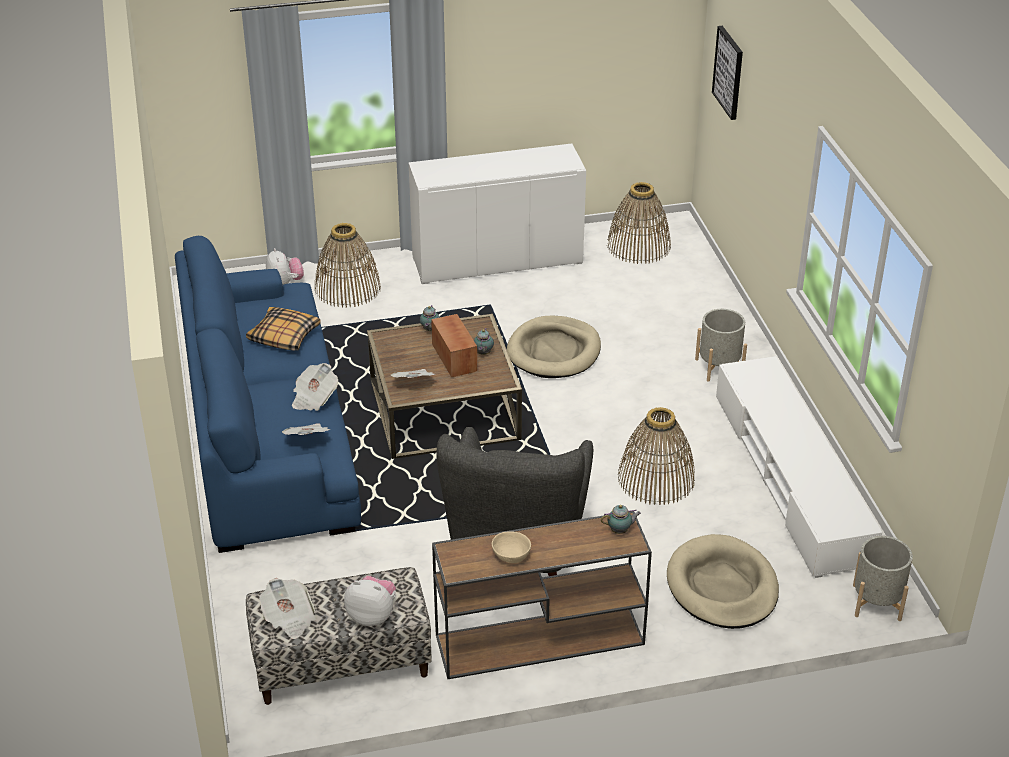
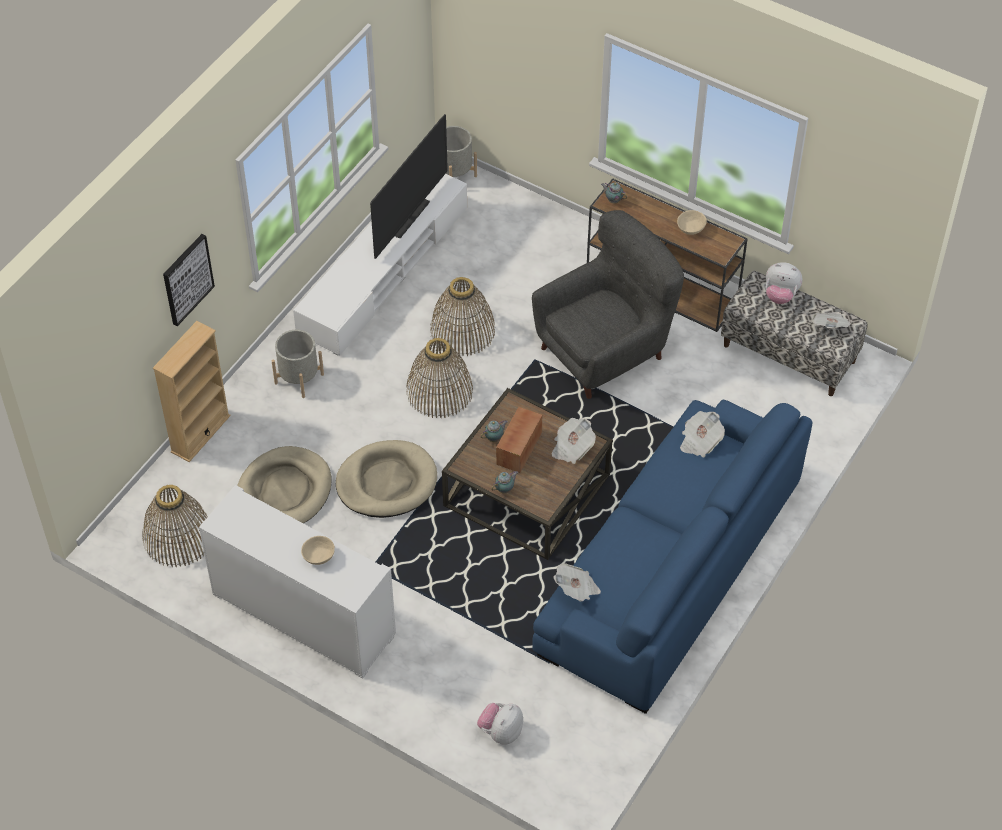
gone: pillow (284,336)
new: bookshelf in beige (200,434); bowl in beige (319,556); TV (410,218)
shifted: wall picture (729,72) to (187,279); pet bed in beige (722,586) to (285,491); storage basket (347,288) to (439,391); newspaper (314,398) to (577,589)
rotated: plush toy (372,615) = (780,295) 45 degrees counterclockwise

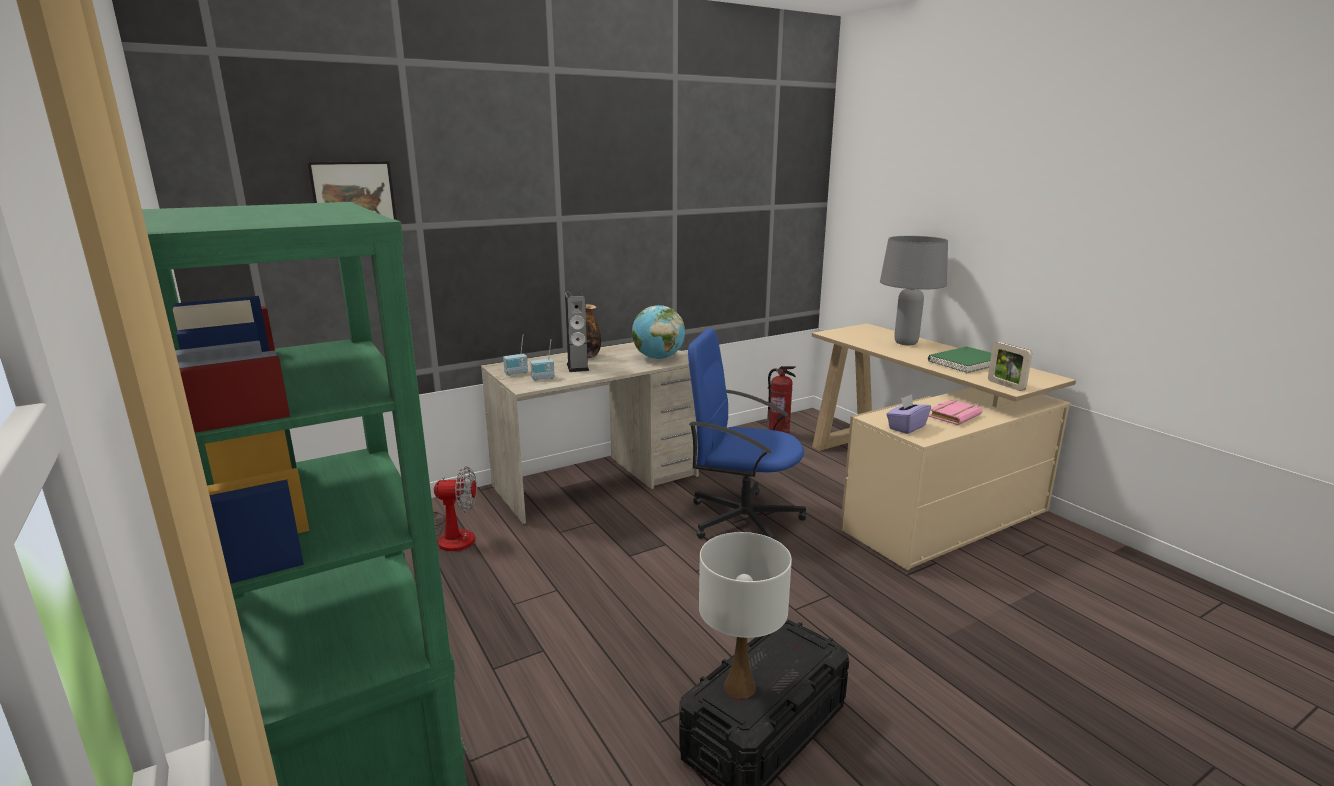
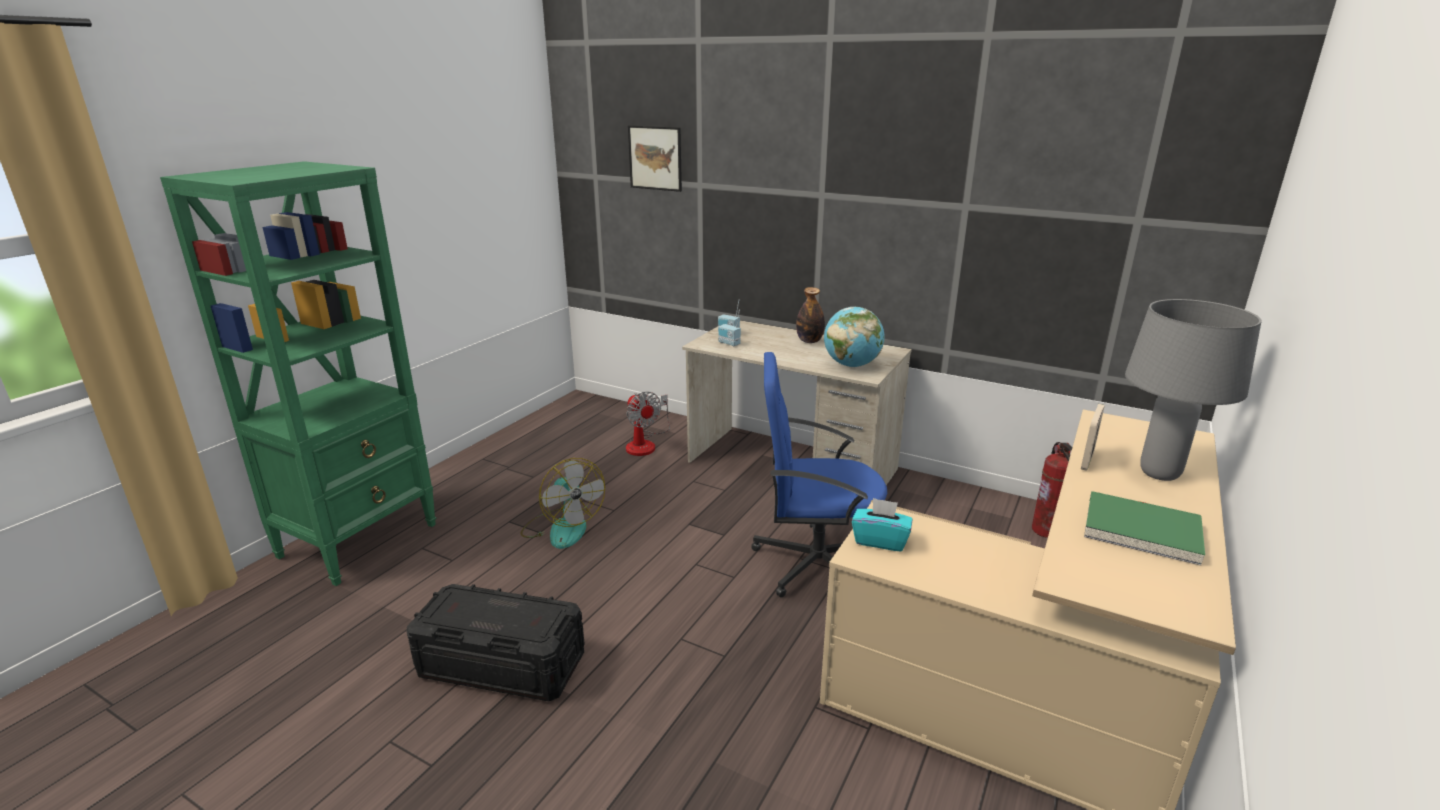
gone: speaker (577,367); table lamp in whitish (739,687); volume in pink (953,415)
new: fan (562,528)
shifted: picture frame (1006,385) to (1087,460)
repainted: tissue box in purple-coloured (906,427) to tissue box in turquoise-coloured (880,540)
rotated: computer chair in blue (742,519) = (814,562) 75 degrees counterclockwise

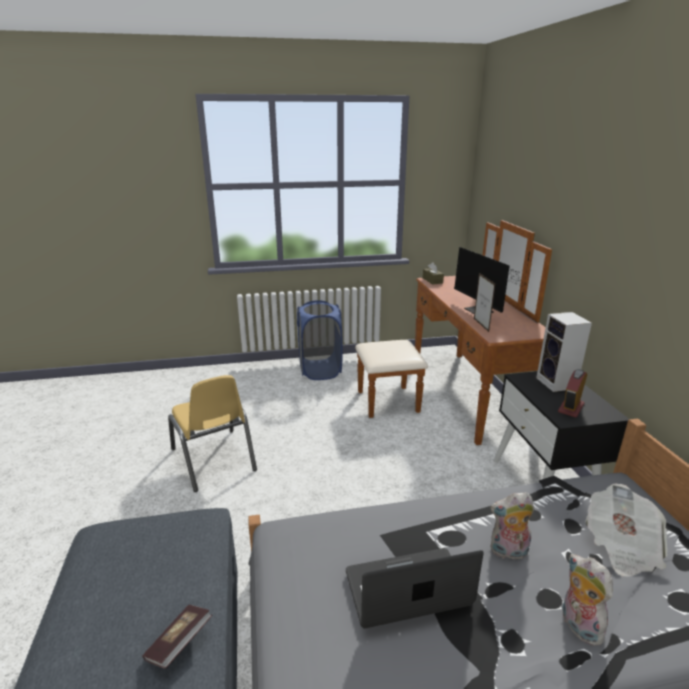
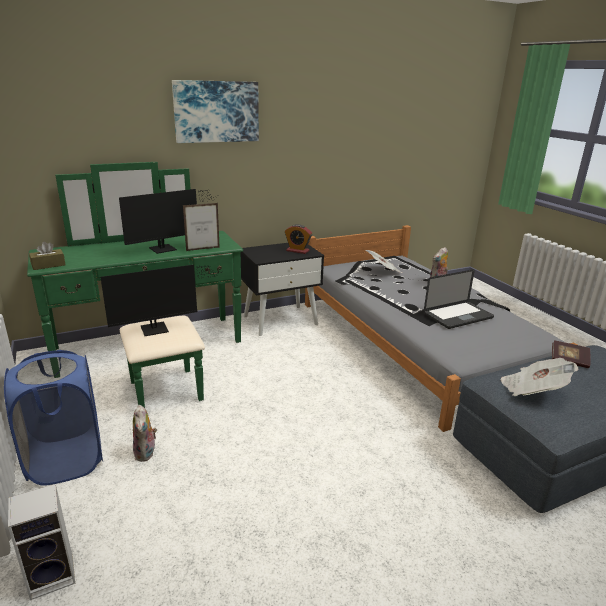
gone: upright chair in yellow (213,460)
new: computer display (159,328); wall picture (216,111); newspaper (533,390)
shifted: speaker (557,384) to (54,574); plush toy (508,552) to (146,453)
repainted: drawer chest in brownish (449,395) to drawer chest in green-coloured (153,354)
rotated: portable computer (407,589) = (458,316) 90 degrees counterclockwise

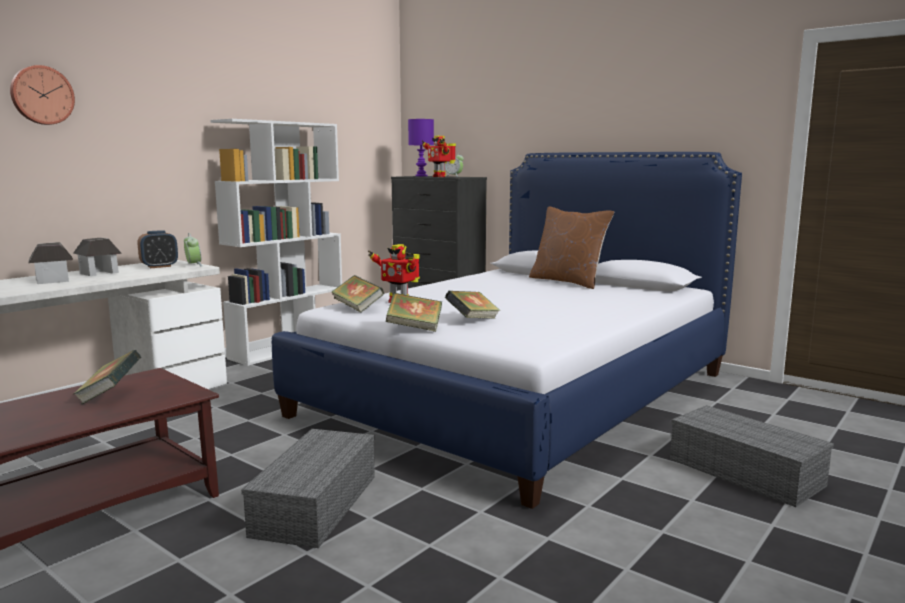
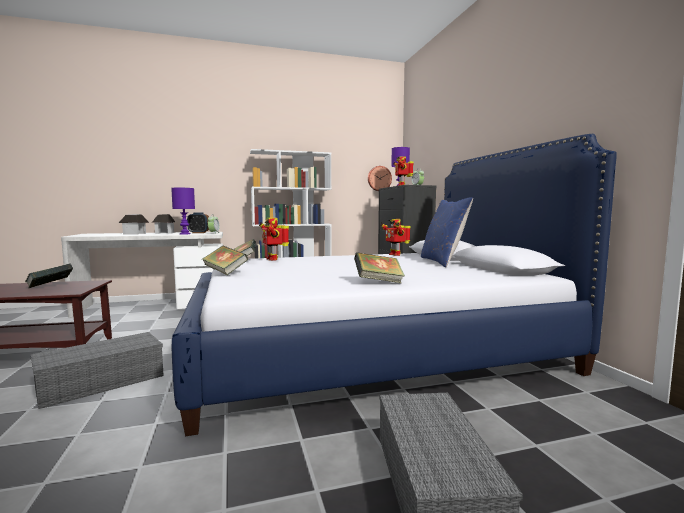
new: table lamp in purple-coloured (184,234); robot figure (395,254)
shifted: volume (472,320) to (378,282); wall clock (41,95) to (379,178)
repainted: pillow in brownish (568,281) to pillow in blue (443,262)

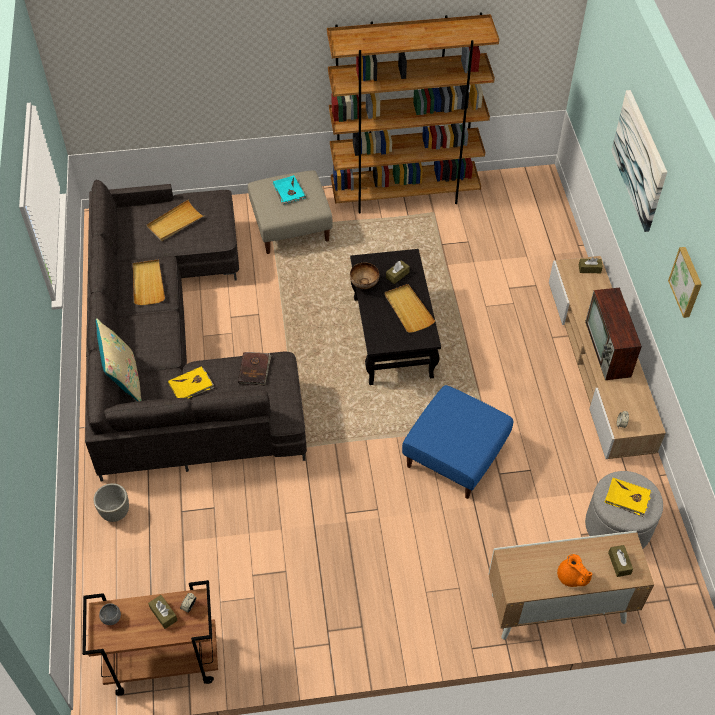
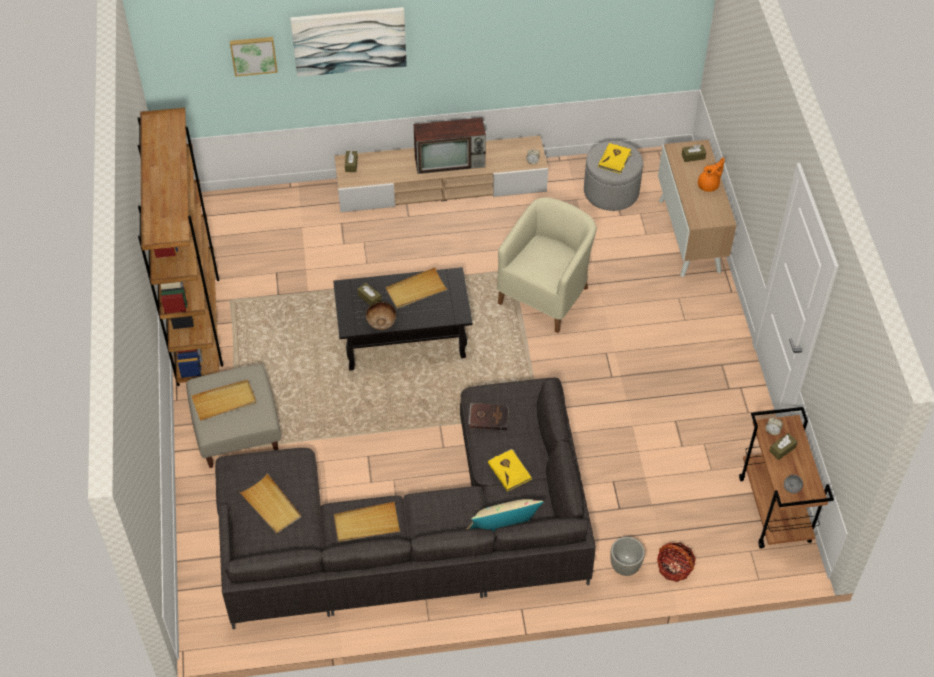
new: storage basket (674,567)
shifted: wall picture (687,282) to (253,55)
swapped: volume in turquoise-coloured (288,191) to carrying tray in beige (224,401); ottoman in blue (455,456) to lounge chair in beige (546,294)

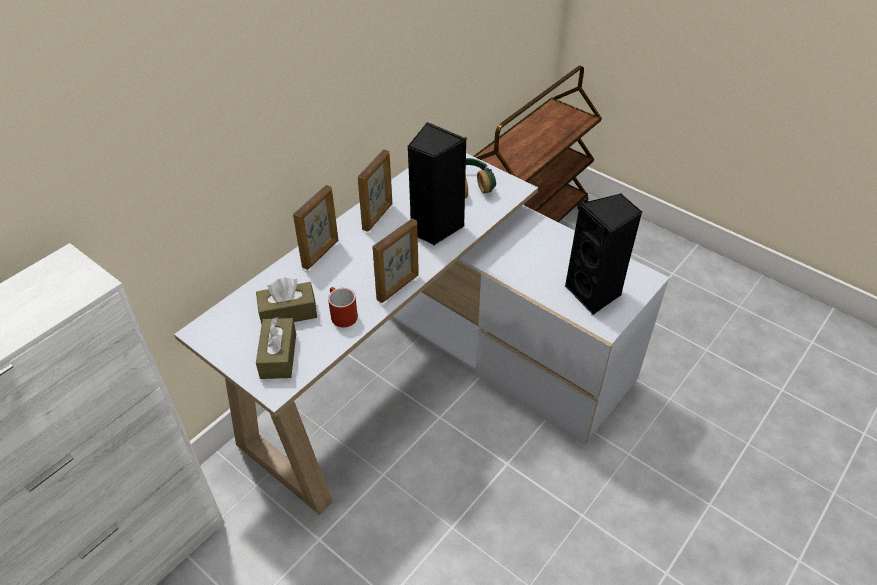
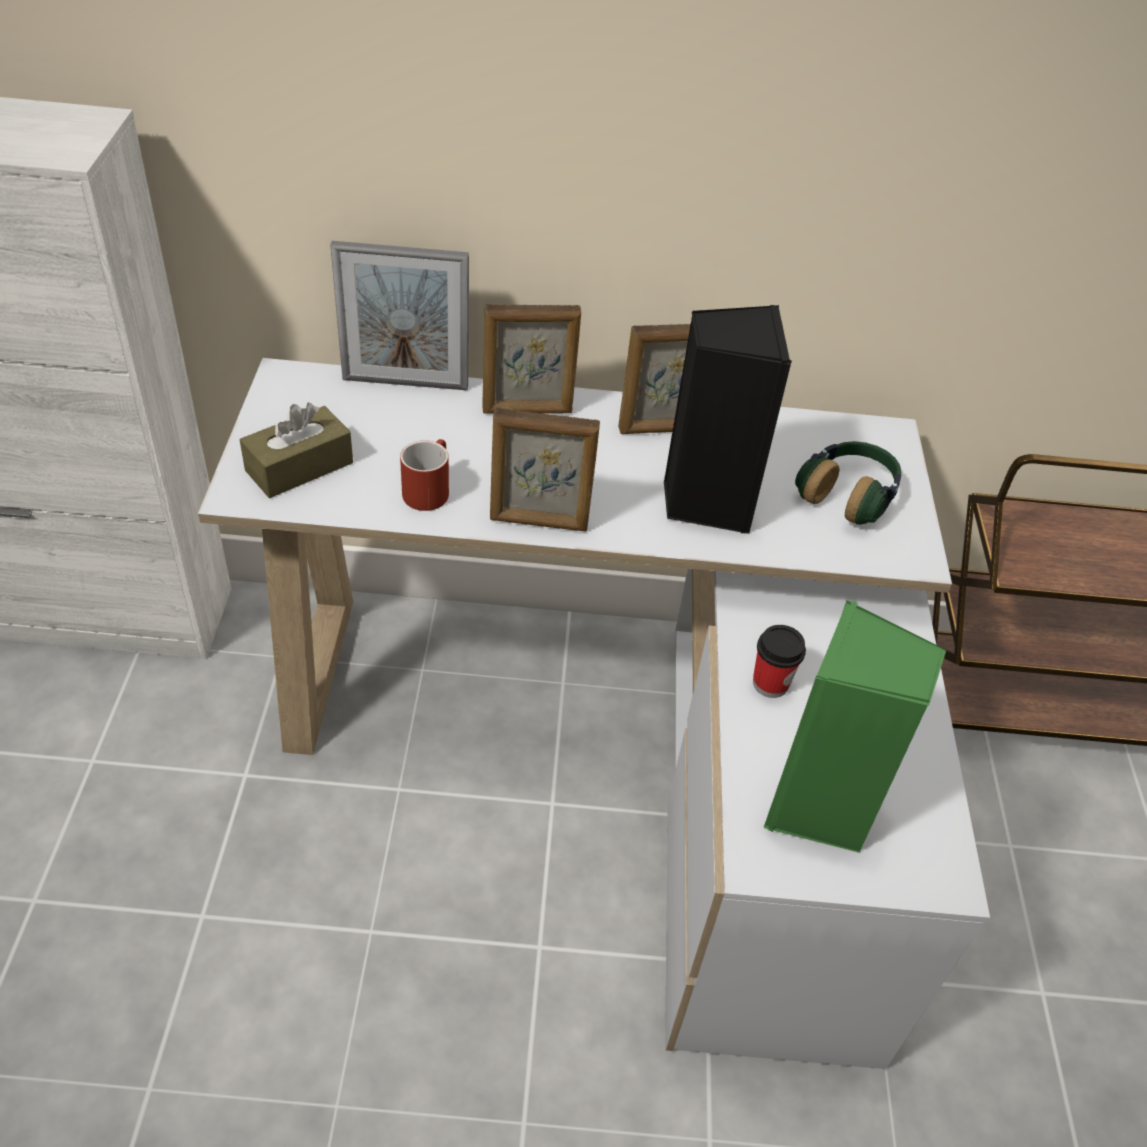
gone: tissue box in brownish (288,312)
new: picture frame (405,383); small cup (770,683)
repainted: speaker in black-coloured (595,294) to speaker in green-coloured (821,809)

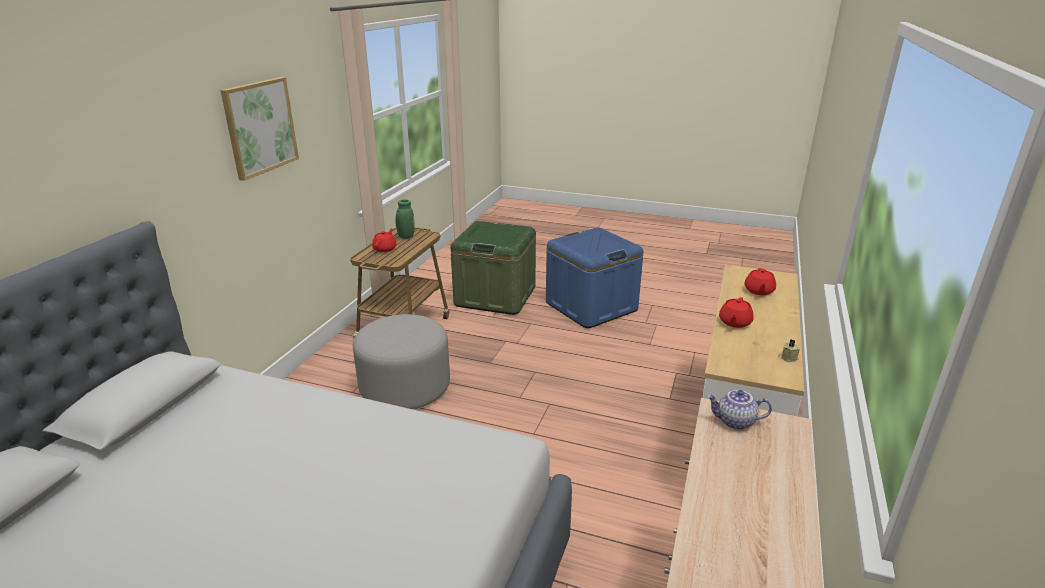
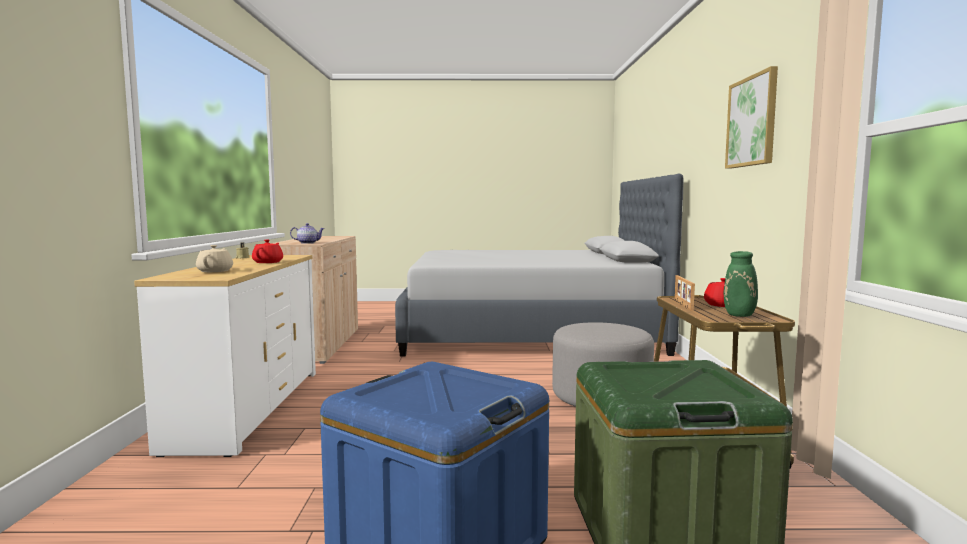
new: picture frame (682,304)
repainted: tea pot in red (758,291) to tea pot in beige (215,271)

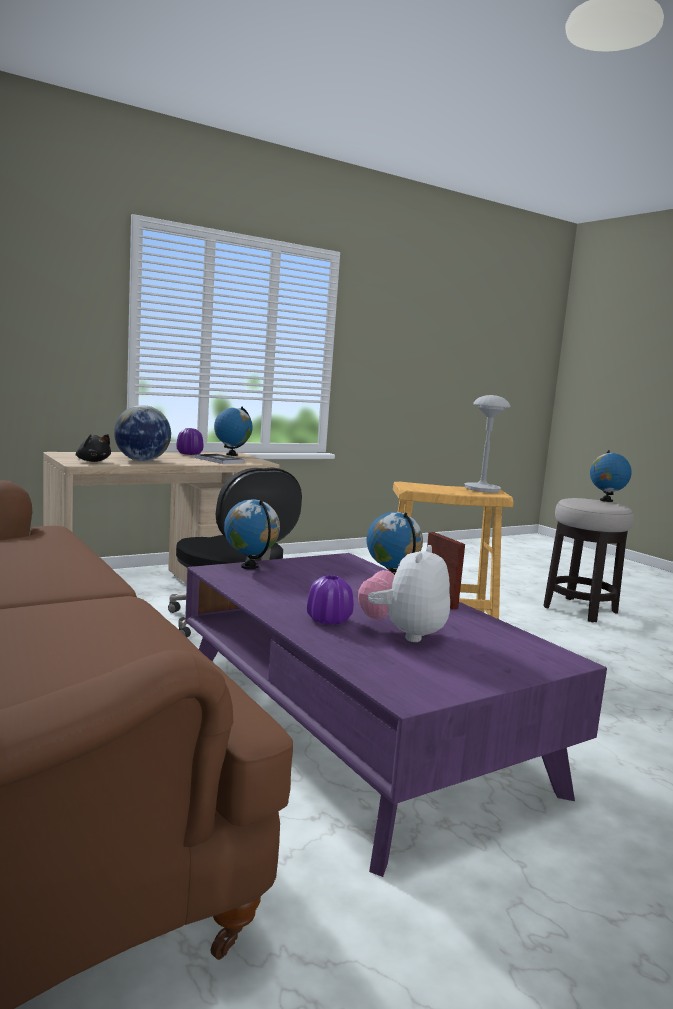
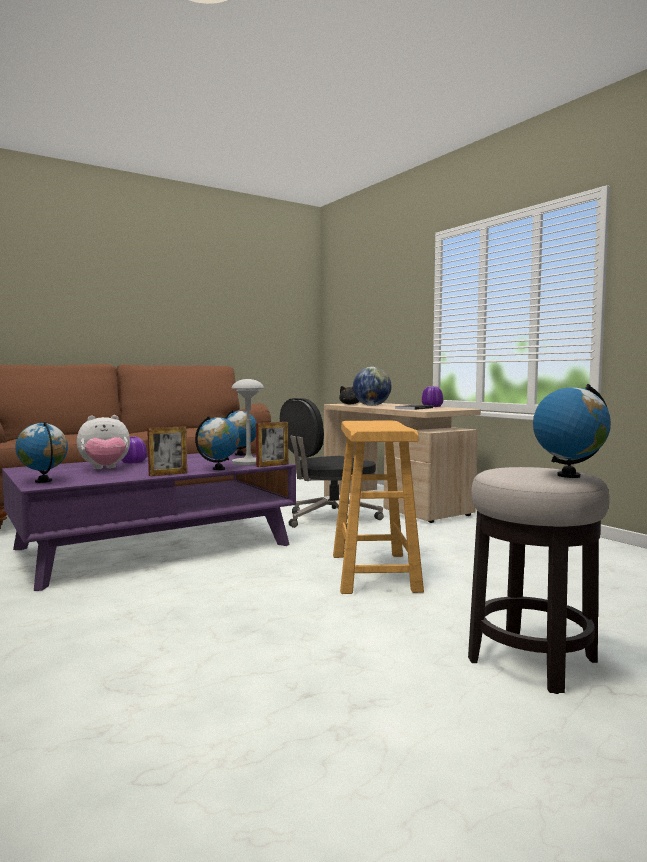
new: picture frame (272,465)
shifted: world globe (231,455) to (43,481); table lamp in gray (481,489) to (248,463)
rotated: plush toy (403,634) = (105,469) 135 degrees clockwise

